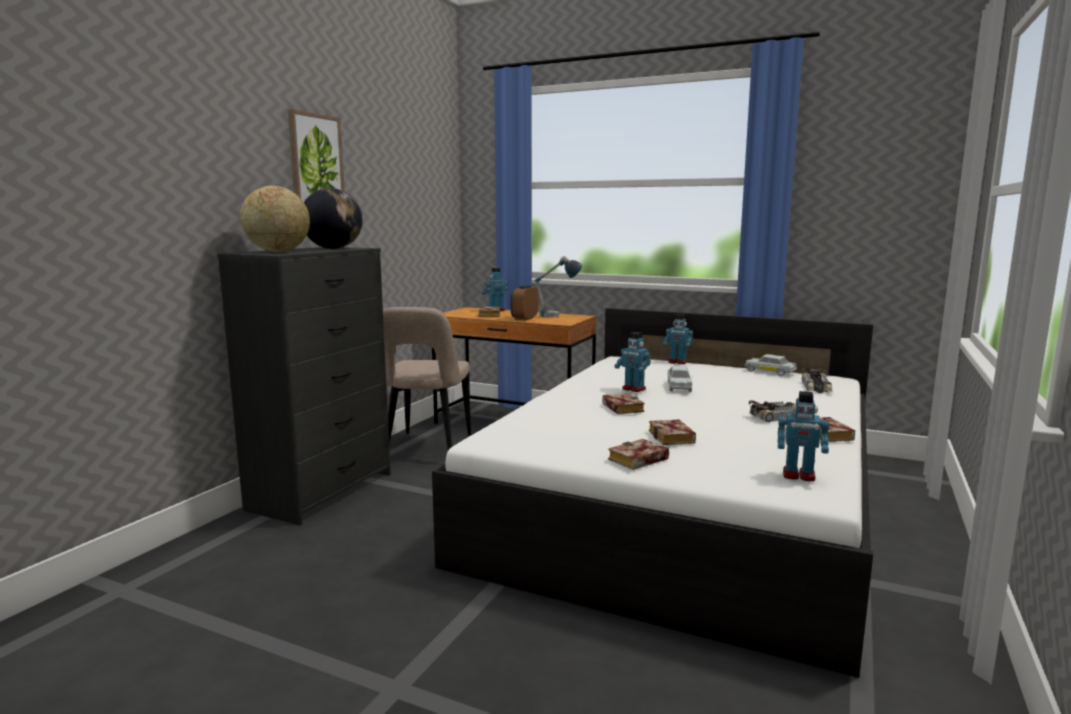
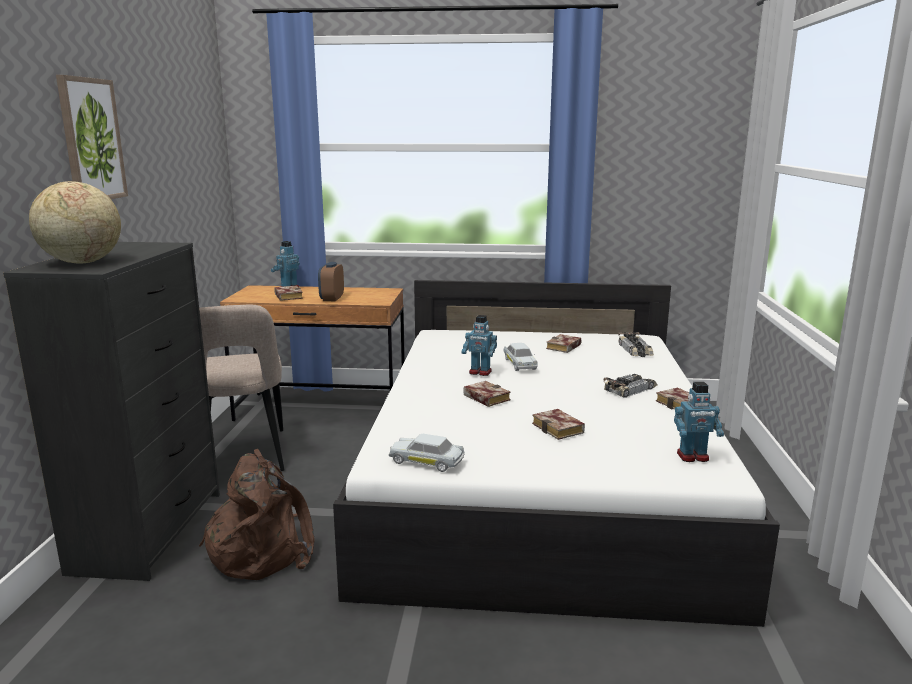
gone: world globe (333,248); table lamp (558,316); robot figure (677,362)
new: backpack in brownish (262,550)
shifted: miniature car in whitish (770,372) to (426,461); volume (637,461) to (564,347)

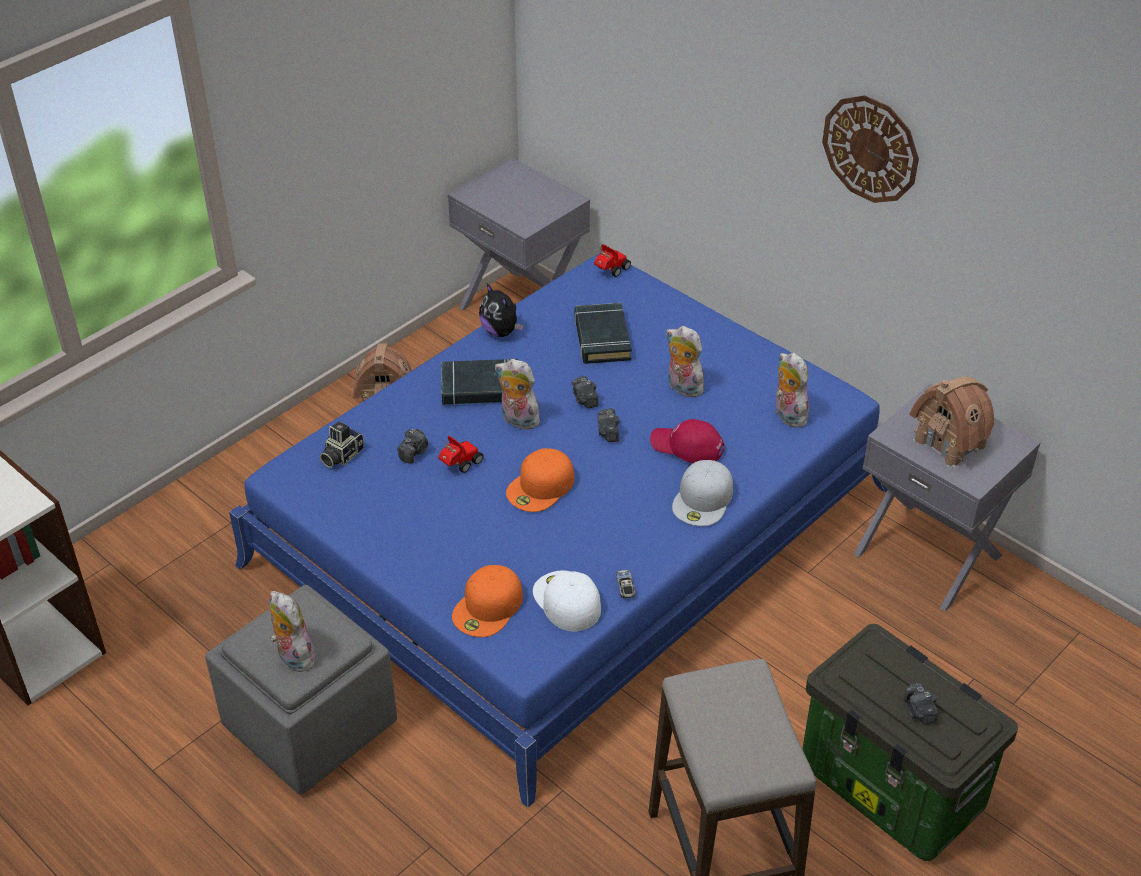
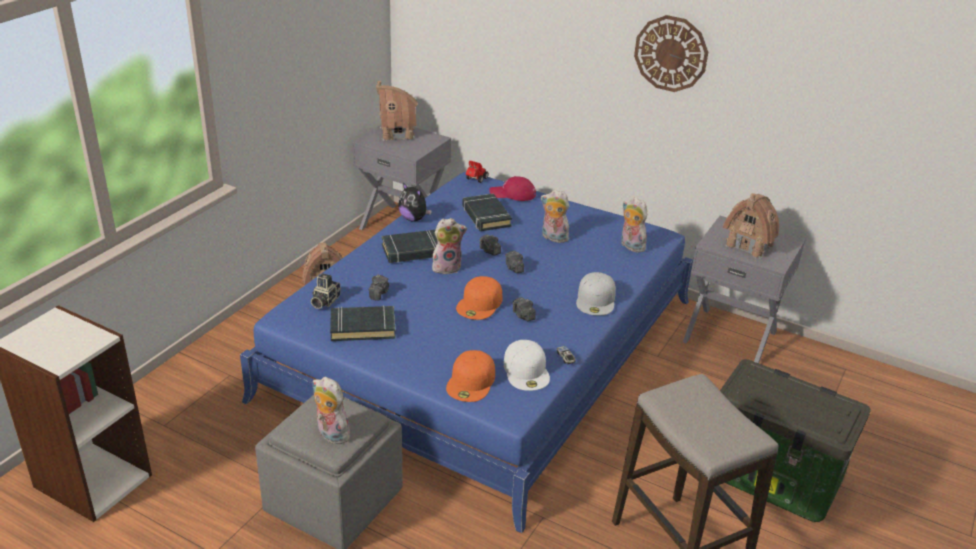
gone: miniature car (459,464)
new: volume in black-coloured (363,327); model house (397,133)
shifted: peaked cap in red (687,446) to (512,194); still camera (919,711) to (523,316)
rotated: plush toy (517,420) = (447,267) 150 degrees clockwise; peaked cap in whitish (566,600) = (526,371) 150 degrees counterclockwise

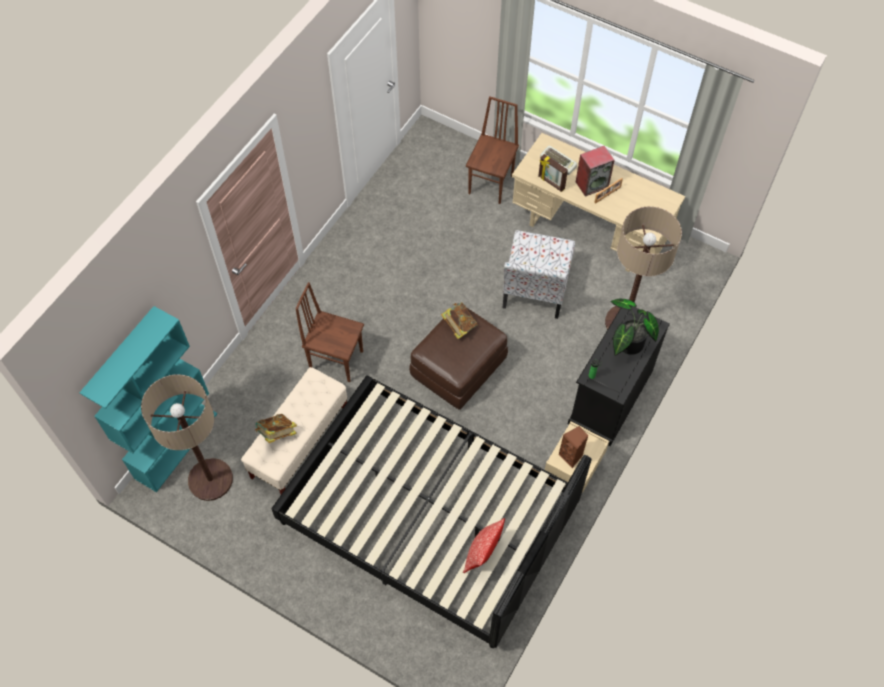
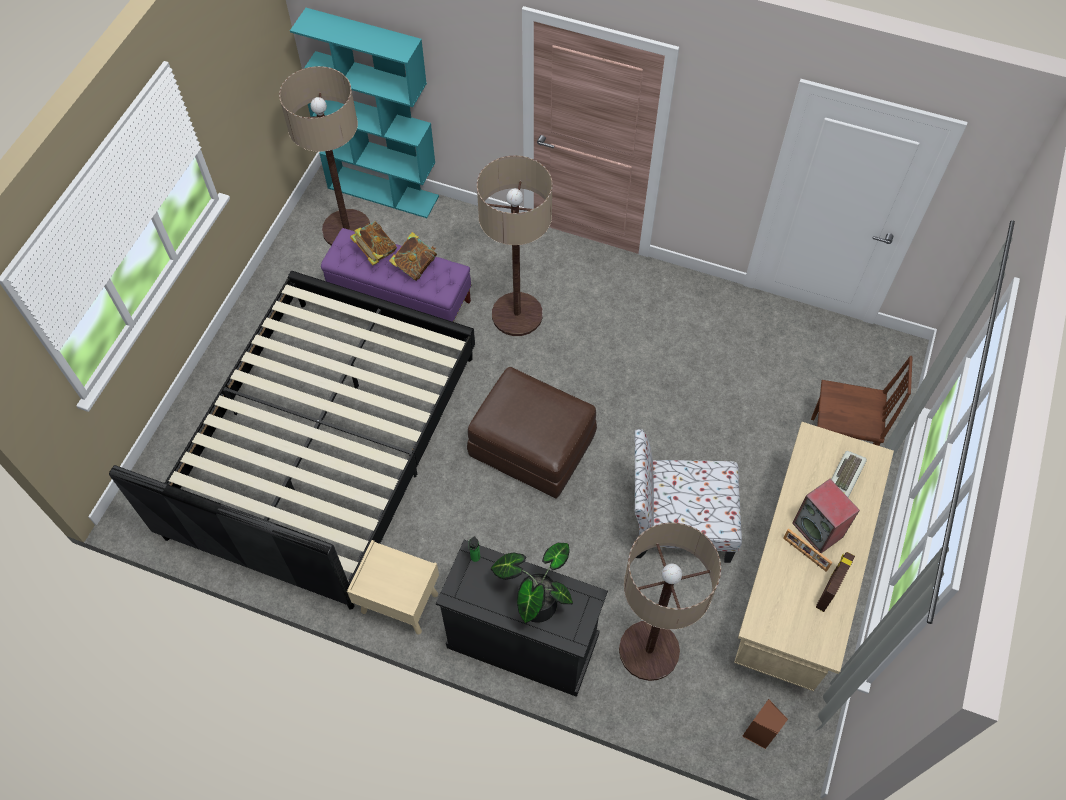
gone: pillow (482,553)
shifted: volume (459,326) to (415,266); speaker in brownish (571,456) to (759,734); picture frame (551,183) to (828,590)
swapped: upright chair in brownish (336,359) to standing lamp (517,315)
repainted: indoor bench in beige (300,443) to indoor bench in purple-coloured (401,301)

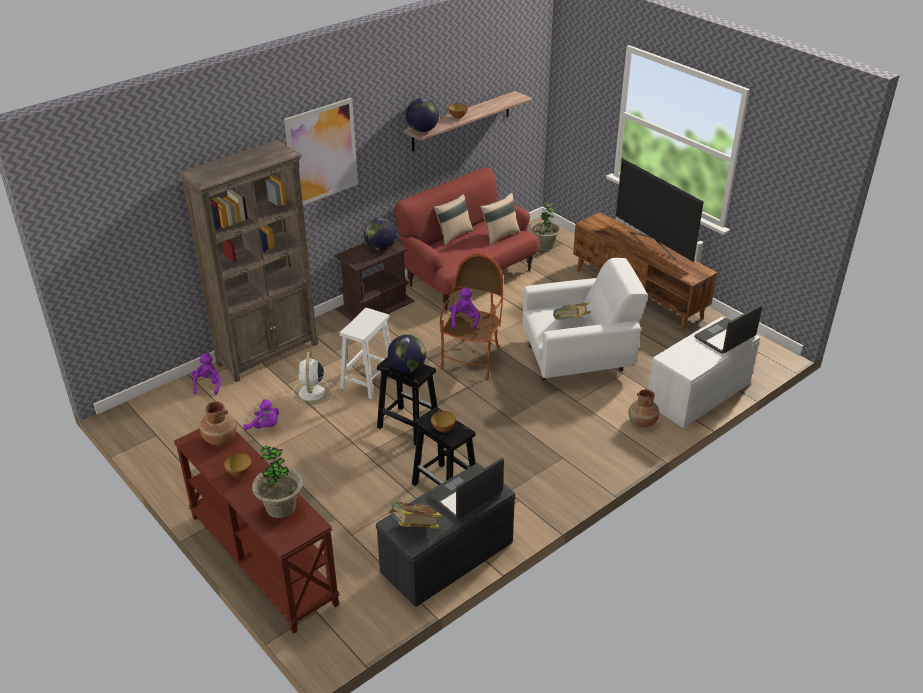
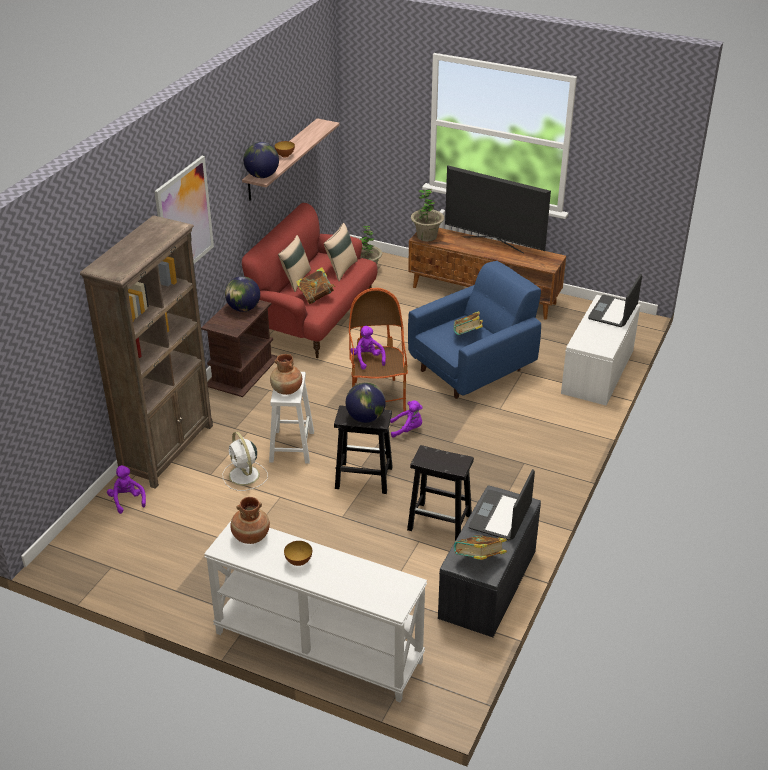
gone: bowl (443,429)
new: volume (316,297)
shifted: decorative vase in brownish (642,422) to (286,390); plush toy in purple-coloured (265,426) to (407,429); houseplant (281,507) to (427,236)
repainted: console table in brownish (261,559) to console table in whitish (317,648); lounge chair in whitish (579,358) to lounge chair in blue (473,369)

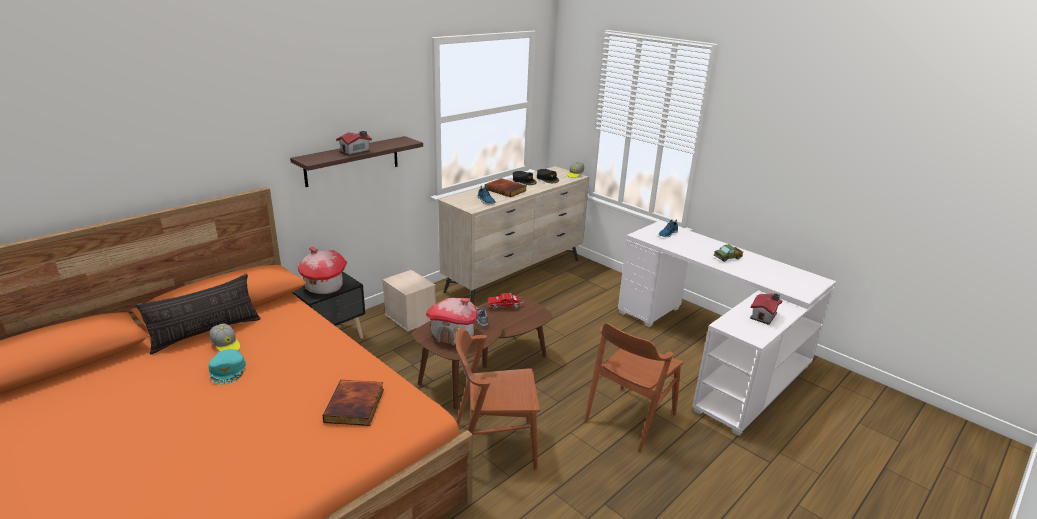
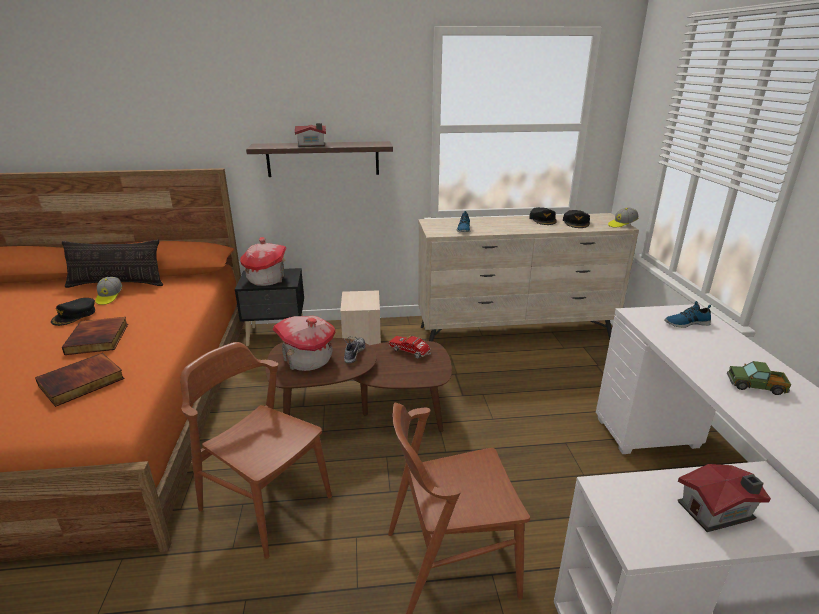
shifted: volume (506,190) to (99,339)
repainted: peaked cap in turquoise-coloured (228,370) to peaked cap in black-coloured (75,315)

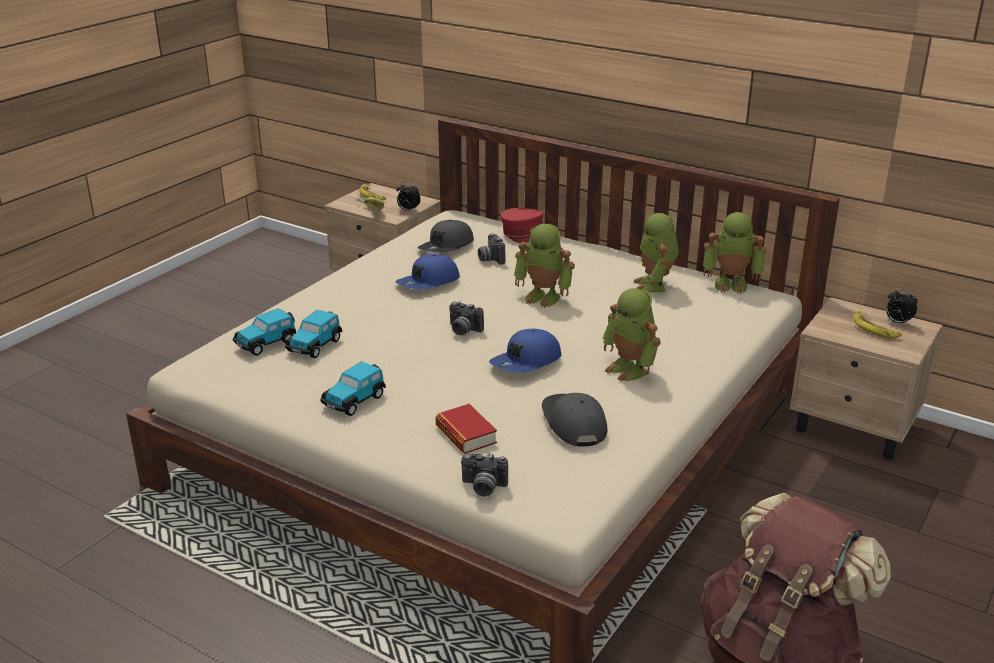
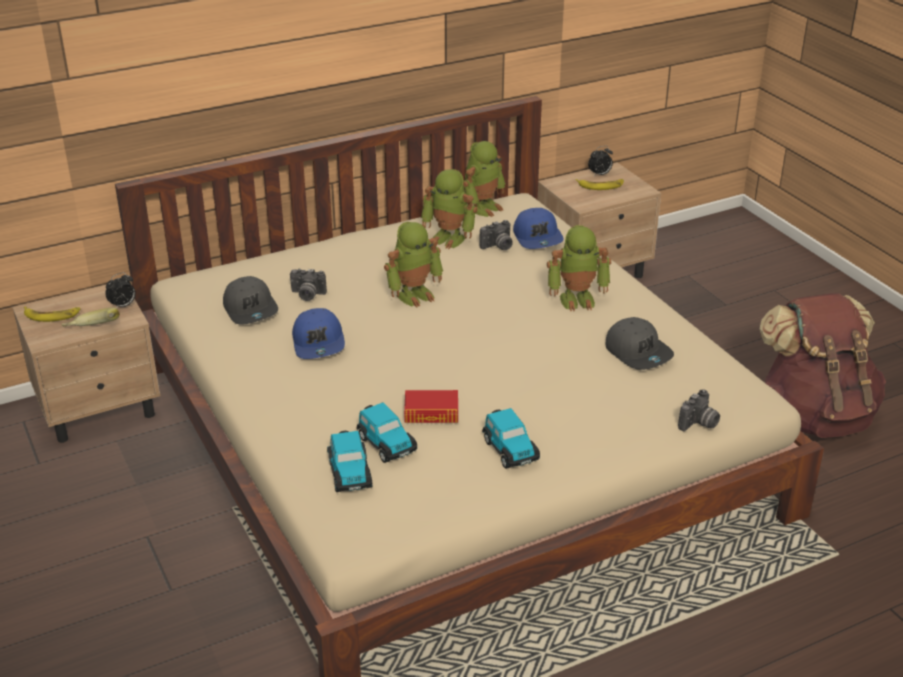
gone: peaked cap in red (526,235)
shifted: volume (466,434) to (431,412); still camera (463,330) to (498,247); peaked cap in blue (526,362) to (538,238)
rotated: peaked cap in gray (573,424) = (638,352) 135 degrees counterclockwise

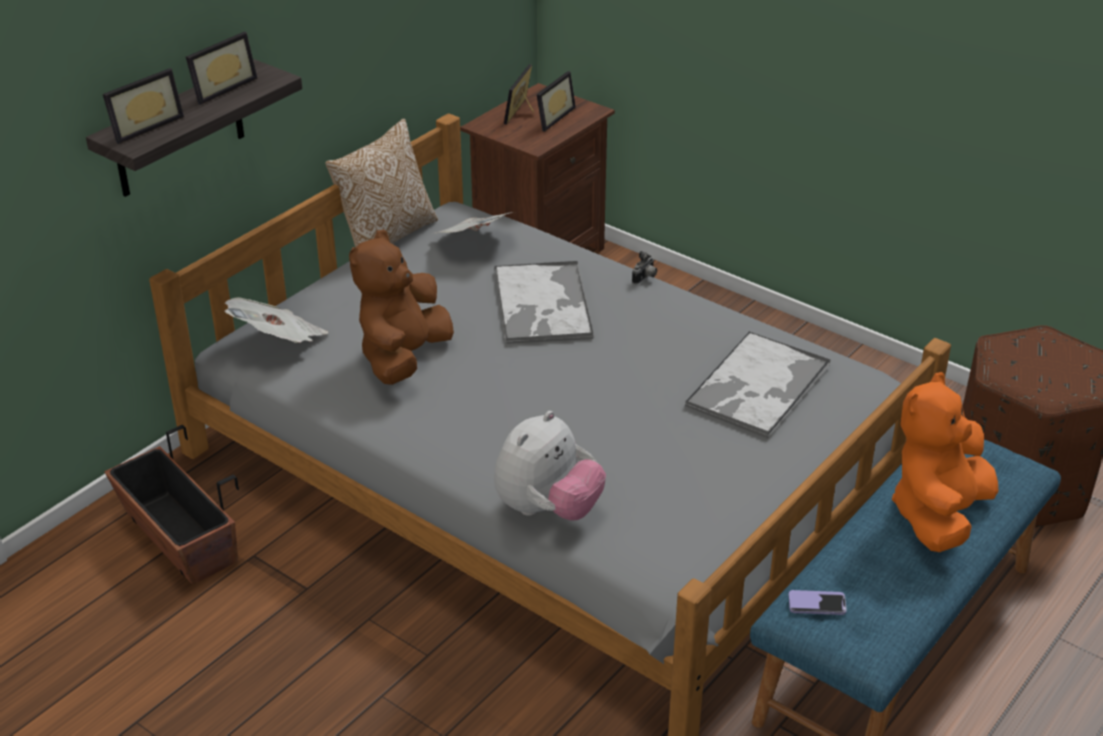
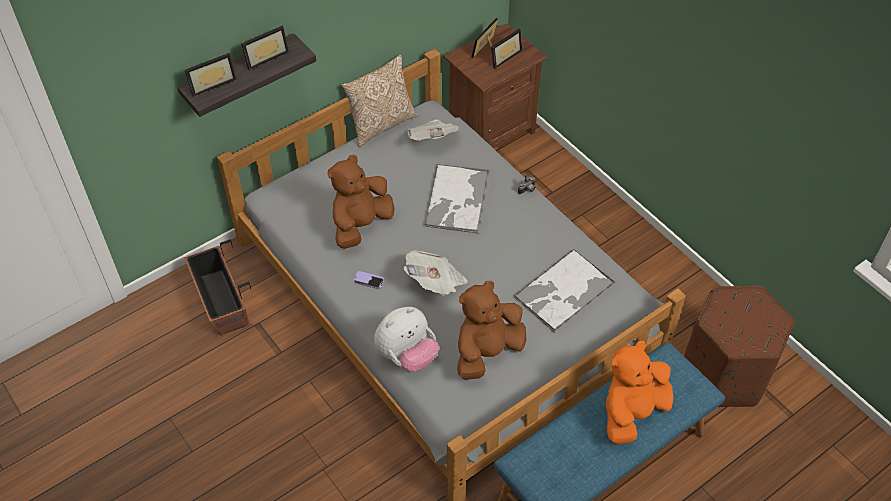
new: plush toy in brownish (487,352)
shifted: phone (817,604) to (369,281); newspaper (279,341) to (435,282)

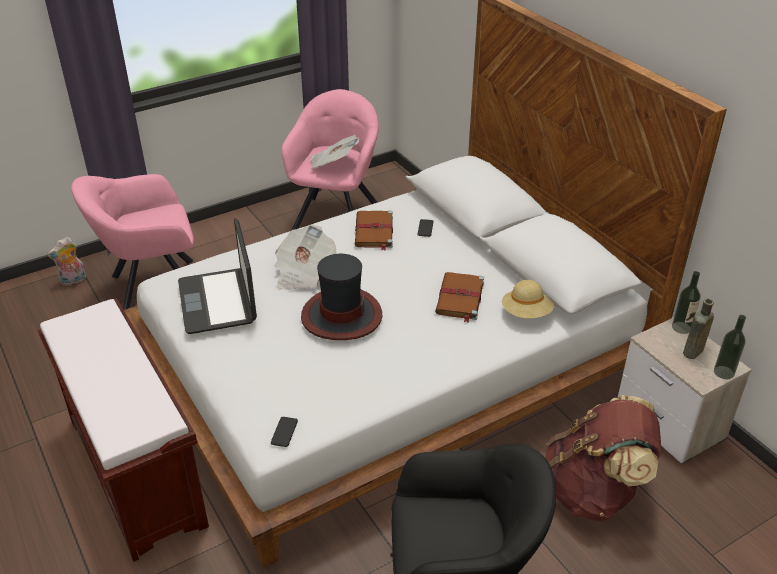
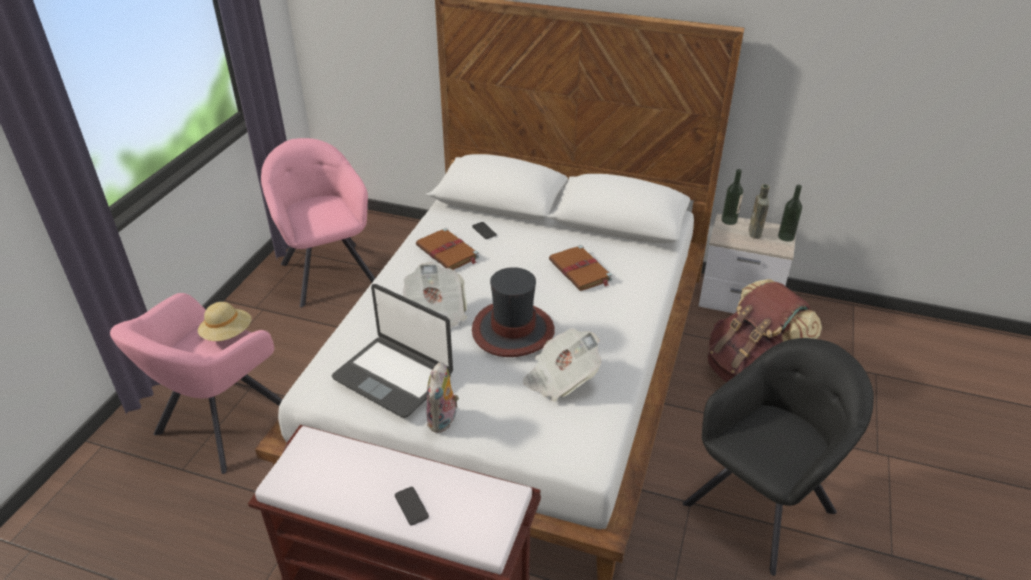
shifted: clothing hat in beige (526,313) to (227,334); phone (284,432) to (411,506); plush toy (73,281) to (443,421); newspaper (333,164) to (561,379)

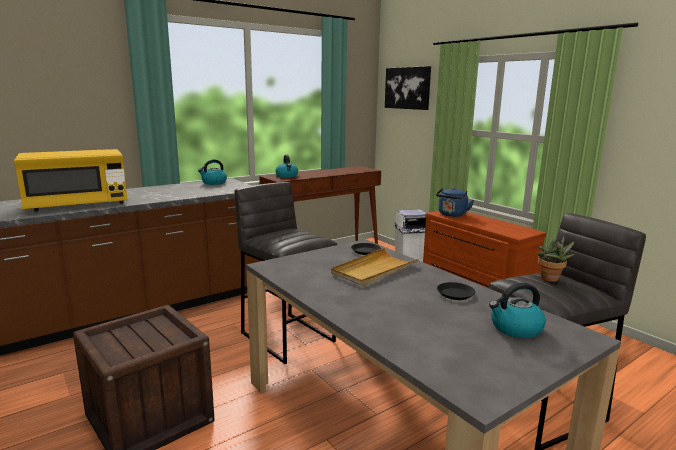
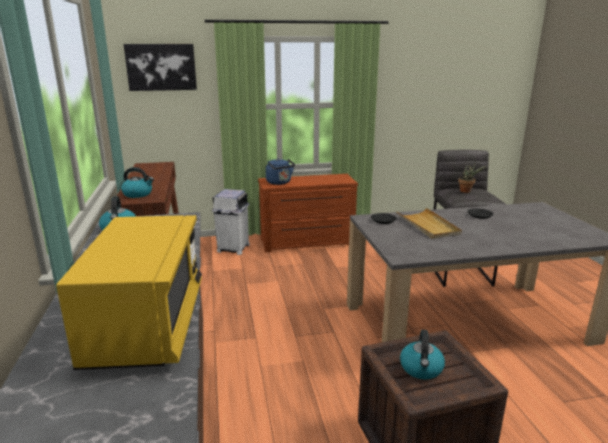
gone: stool seat in gray (287,336)
shifted: kettle (515,328) to (421,369)

